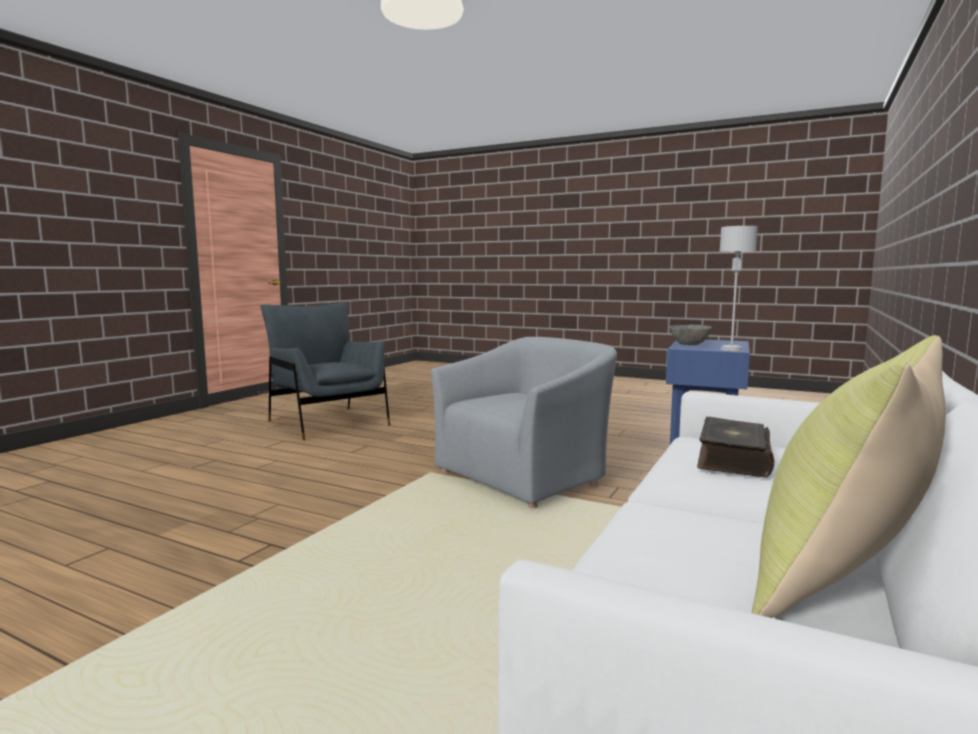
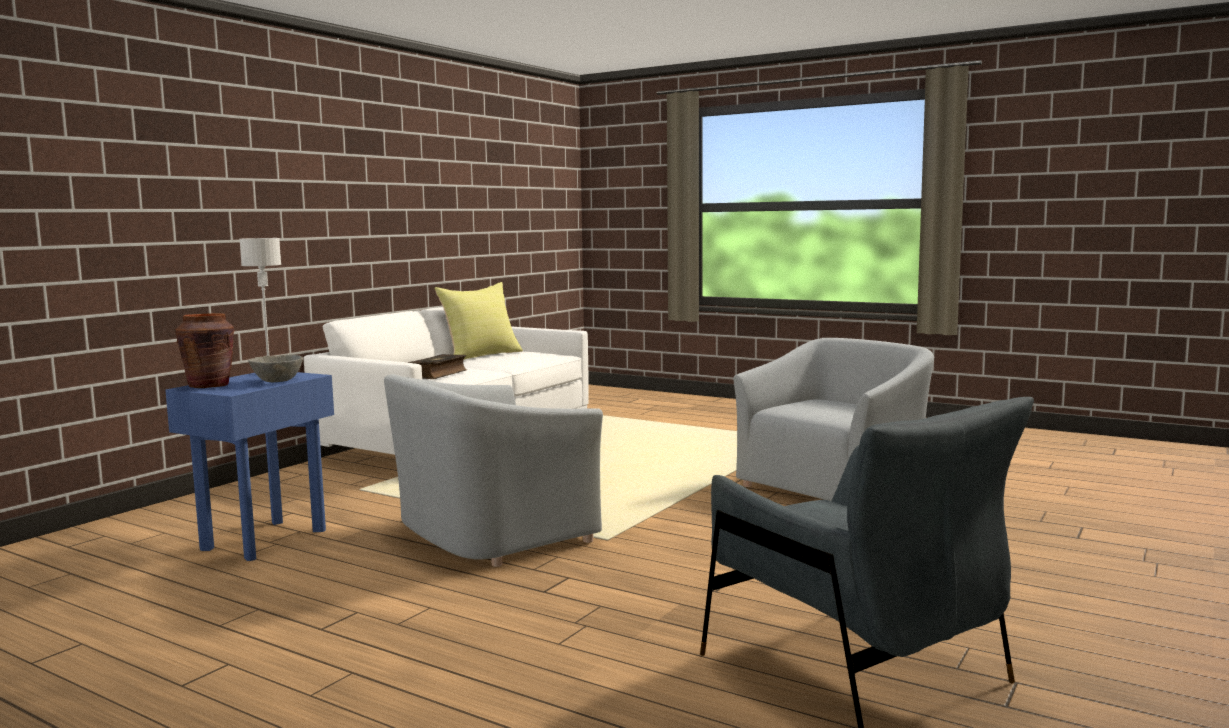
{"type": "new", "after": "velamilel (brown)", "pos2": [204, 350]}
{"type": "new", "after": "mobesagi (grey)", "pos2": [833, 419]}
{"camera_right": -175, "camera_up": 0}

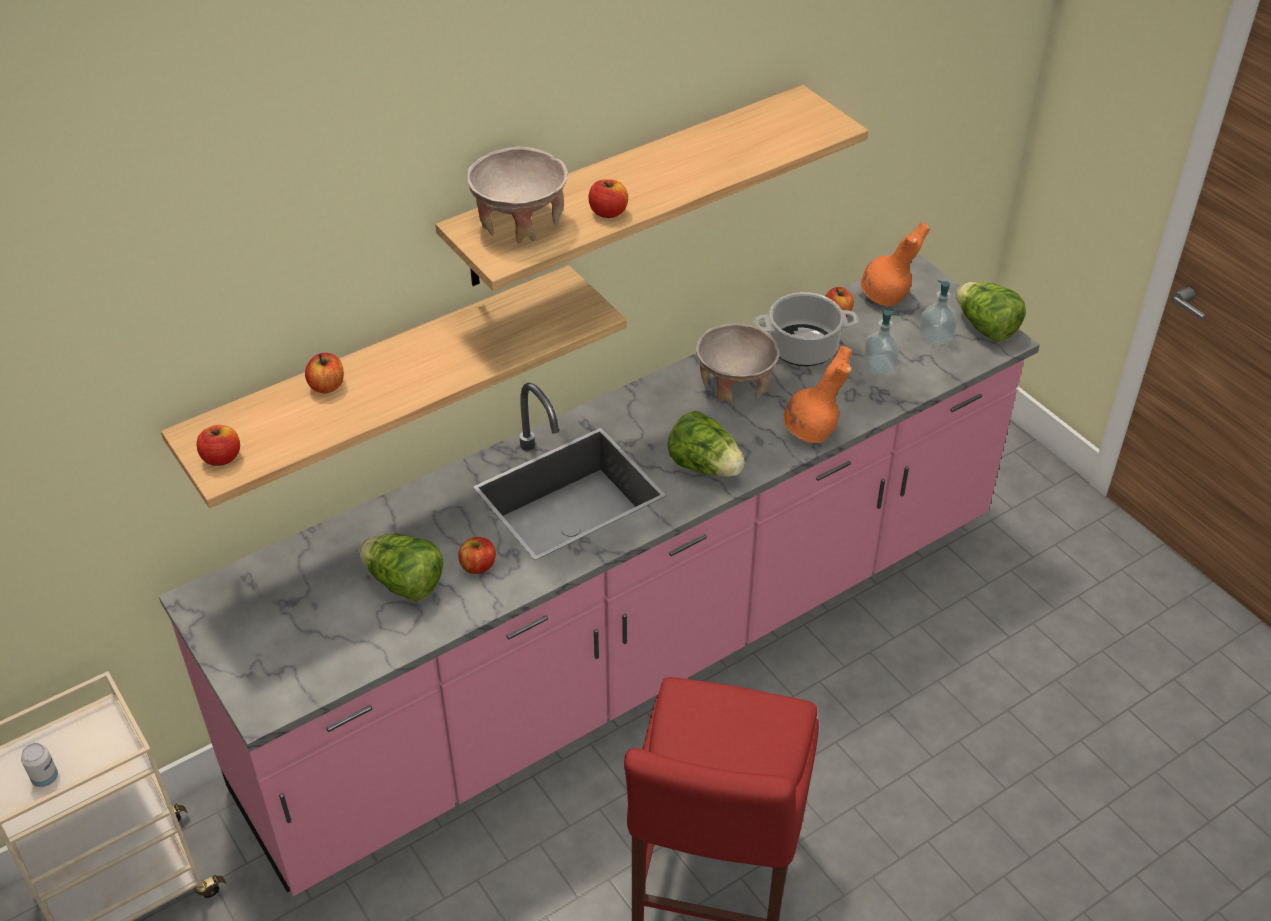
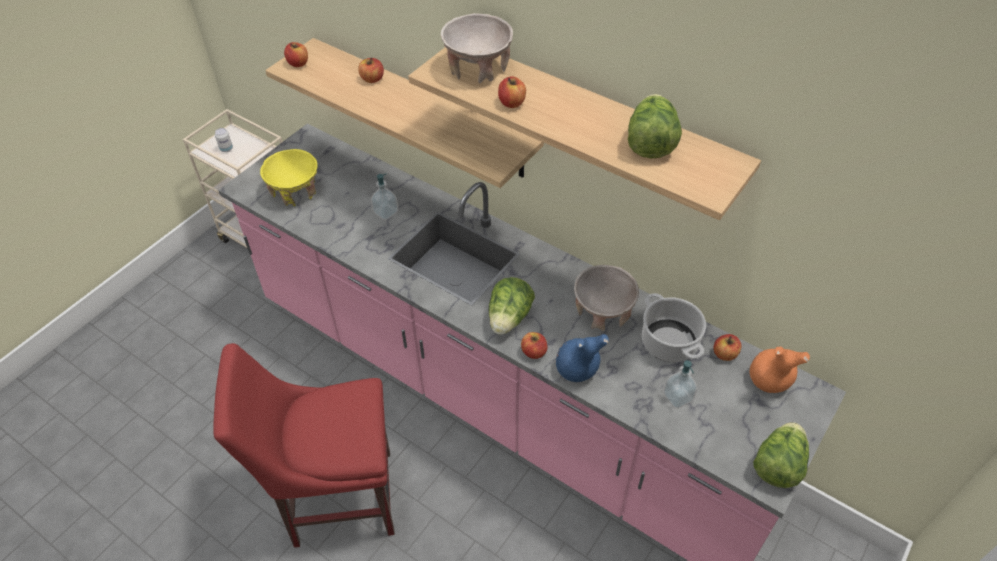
{"type": "shifted", "before": "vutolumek", "pos1": [938, 313], "pos2": [384, 196]}
{"type": "repainted", "before": "velamilel (orange)", "after": "velamilel (blue)", "pos1": [817, 394], "pos2": [582, 358]}
{"type": "shifted", "before": "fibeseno", "pos1": [401, 568], "pos2": [655, 126]}
{"type": "shifted", "before": "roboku", "pos1": [477, 555], "pos2": [534, 345]}
{"type": "new", "after": "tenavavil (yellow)", "pos2": [289, 177]}
{"camera_right": 70, "camera_up": 5}

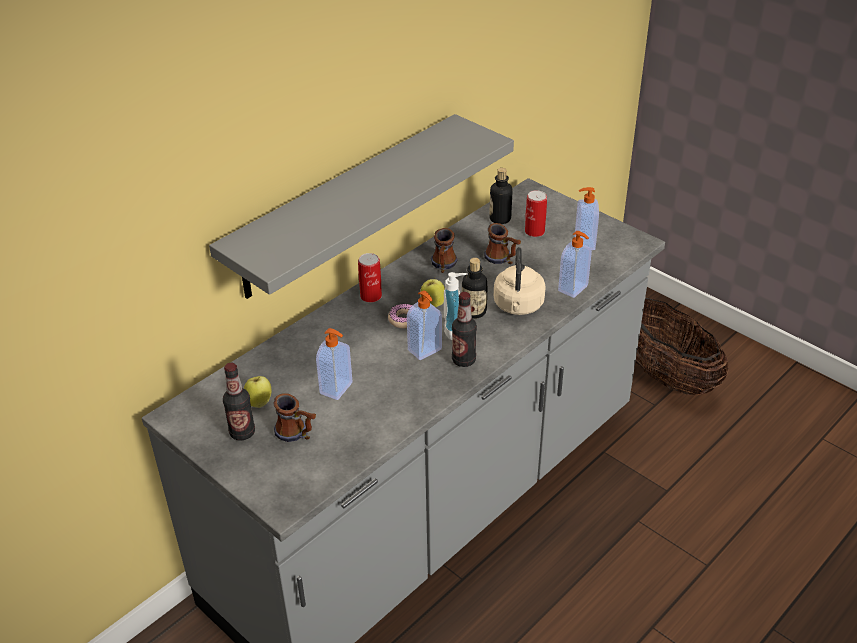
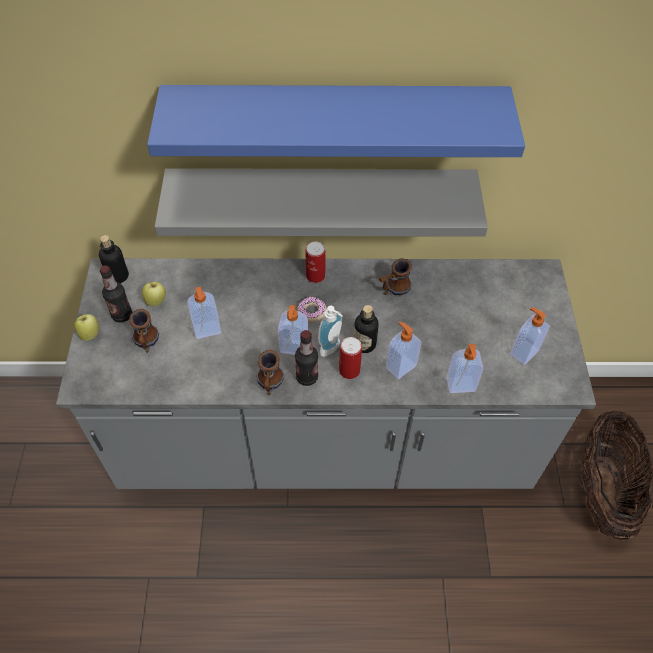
{"type": "shifted", "before": "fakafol", "pos1": [501, 196], "pos2": [114, 259]}
{"type": "shifted", "before": "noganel", "pos1": [536, 213], "pos2": [350, 358]}
{"type": "shifted", "before": "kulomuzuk", "pos1": [502, 243], "pos2": [270, 372]}
{"type": "swapped", "before": "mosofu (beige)", "after": "vutolumek", "pos1": [520, 281], "pos2": [403, 350]}
{"type": "shifted", "before": "roboku", "pos1": [433, 292], "pos2": [86, 327]}
{"type": "new", "after": "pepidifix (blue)", "pos2": [336, 121]}
{"camera_right": 45, "camera_up": 15}

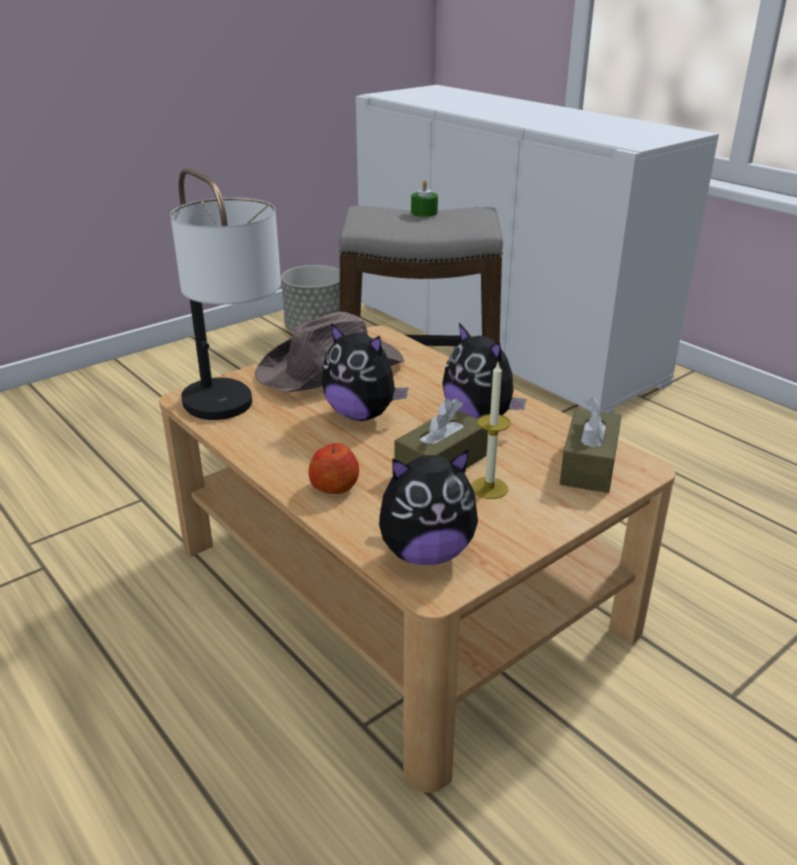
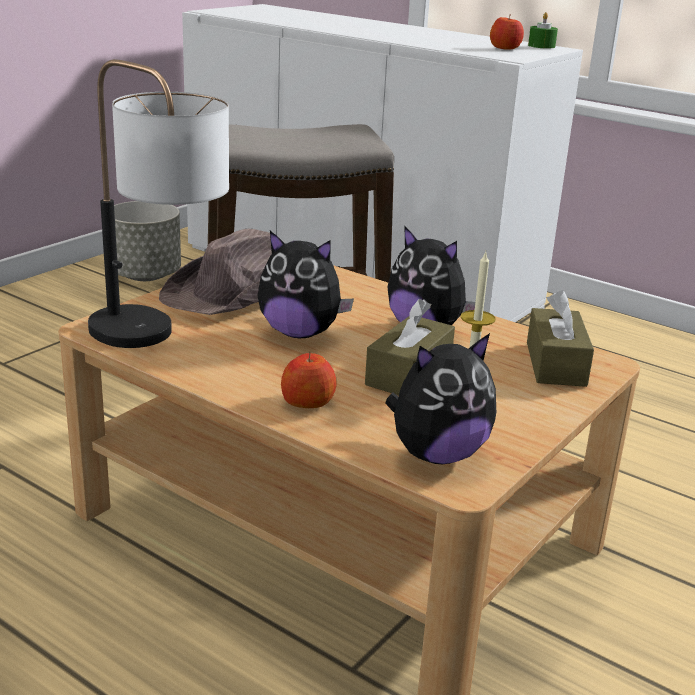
{"type": "shifted", "before": "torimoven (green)", "pos1": [424, 198], "pos2": [543, 30]}
{"type": "new", "after": "roboku", "pos2": [507, 32]}
{"camera_right": -15, "camera_up": -5}

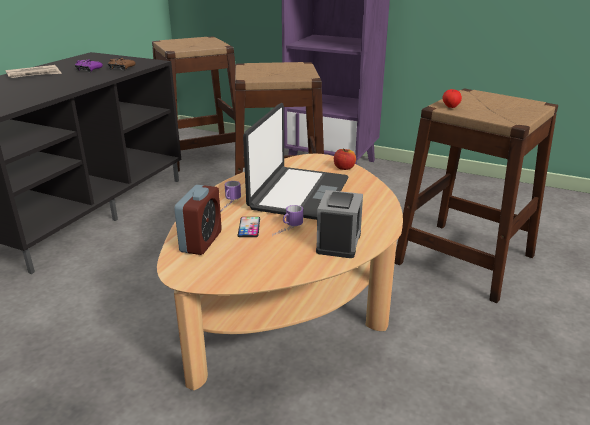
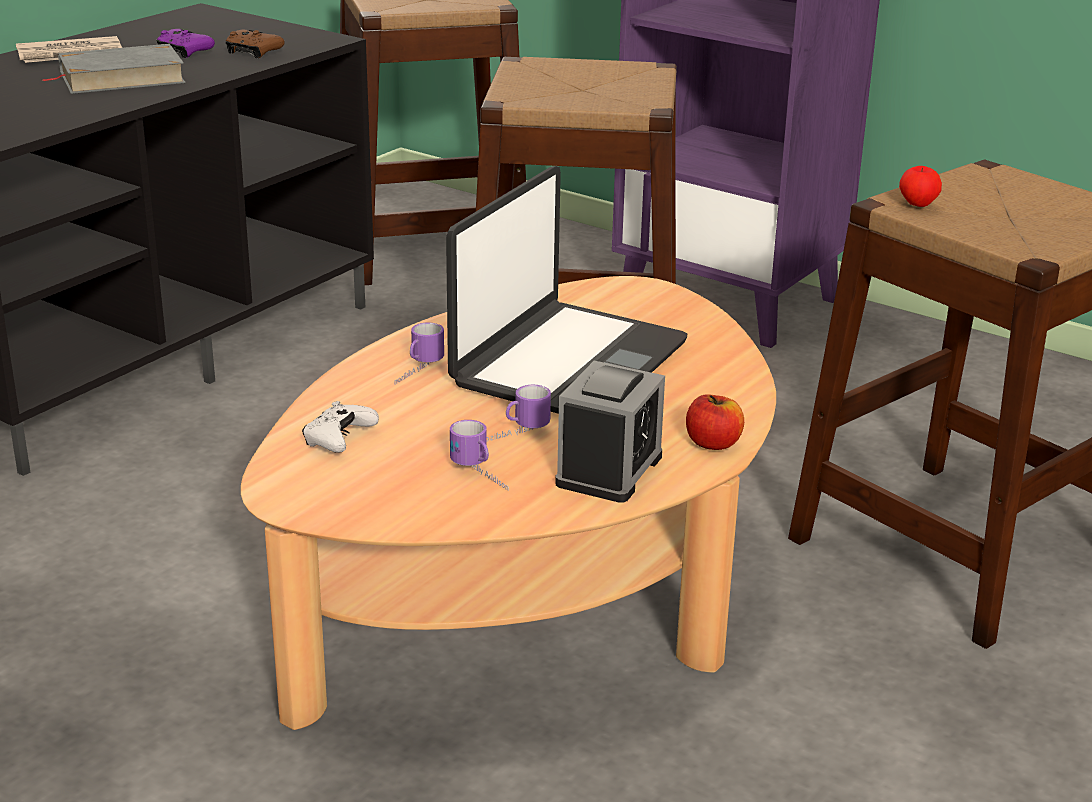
{"type": "shifted", "before": "roboku", "pos1": [345, 159], "pos2": [715, 422]}
{"type": "swapped", "before": "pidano", "after": "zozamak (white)", "pos1": [198, 220], "pos2": [340, 427]}
{"type": "gone", "before": "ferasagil", "pos1": [249, 227]}
{"type": "new", "after": "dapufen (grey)", "pos2": [113, 69]}
{"type": "new", "after": "kulomuzuk", "pos2": [479, 455]}
{"camera_right": 10, "camera_up": 0}

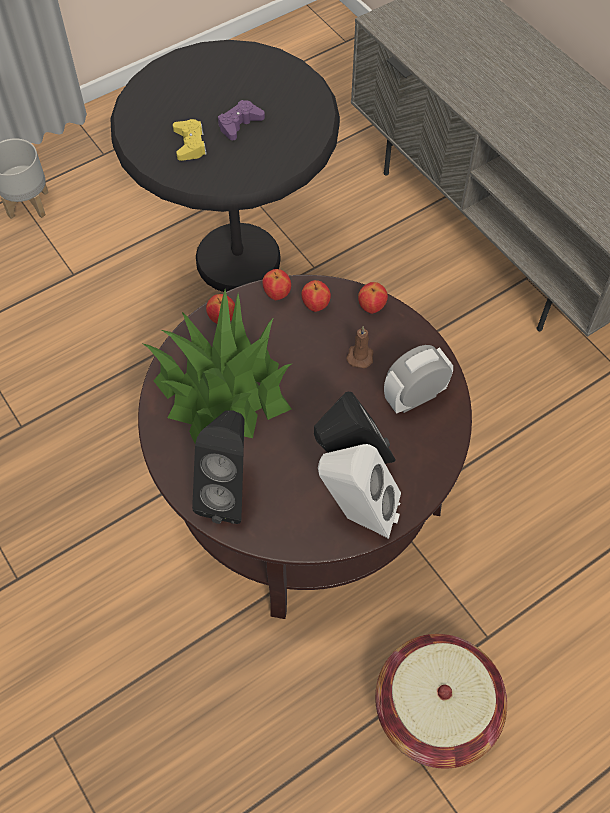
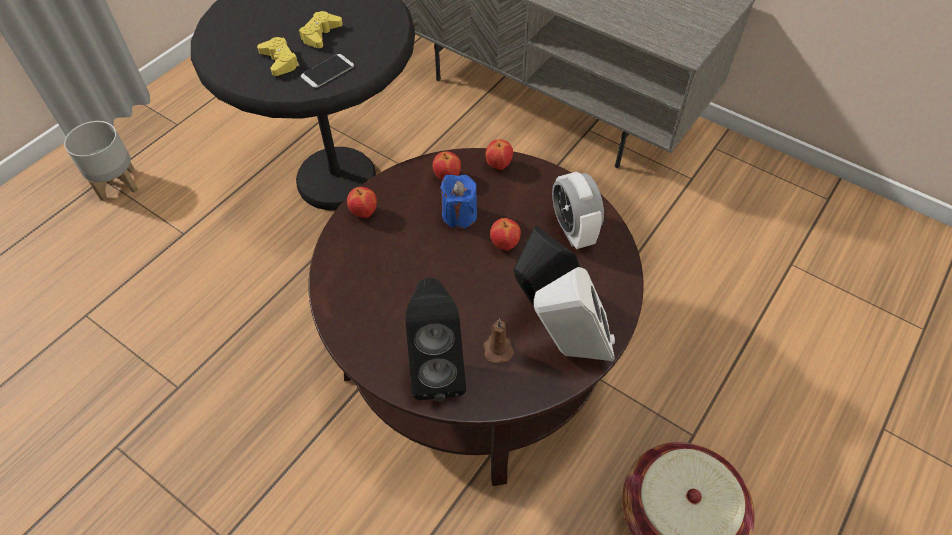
{"type": "repainted", "before": "zozamak (purple)", "after": "zozamak (yellow)", "pos1": [241, 120], "pos2": [321, 29]}
{"type": "shifted", "before": "roboku", "pos1": [276, 284], "pos2": [505, 234]}
{"type": "gone", "before": "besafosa", "pos1": [217, 366]}
{"type": "shifted", "before": "torimoven (brown)", "pos1": [359, 347], "pos2": [499, 341]}
{"type": "rotated", "before": "pidano", "pos1": [418, 379], "pos2": [578, 210], "turn": -60}
{"type": "new", "after": "ferasagil", "pos2": [327, 71]}
{"type": "new", "after": "torimoven (blue)", "pos2": [458, 202]}
{"camera_right": -20, "camera_up": -5}

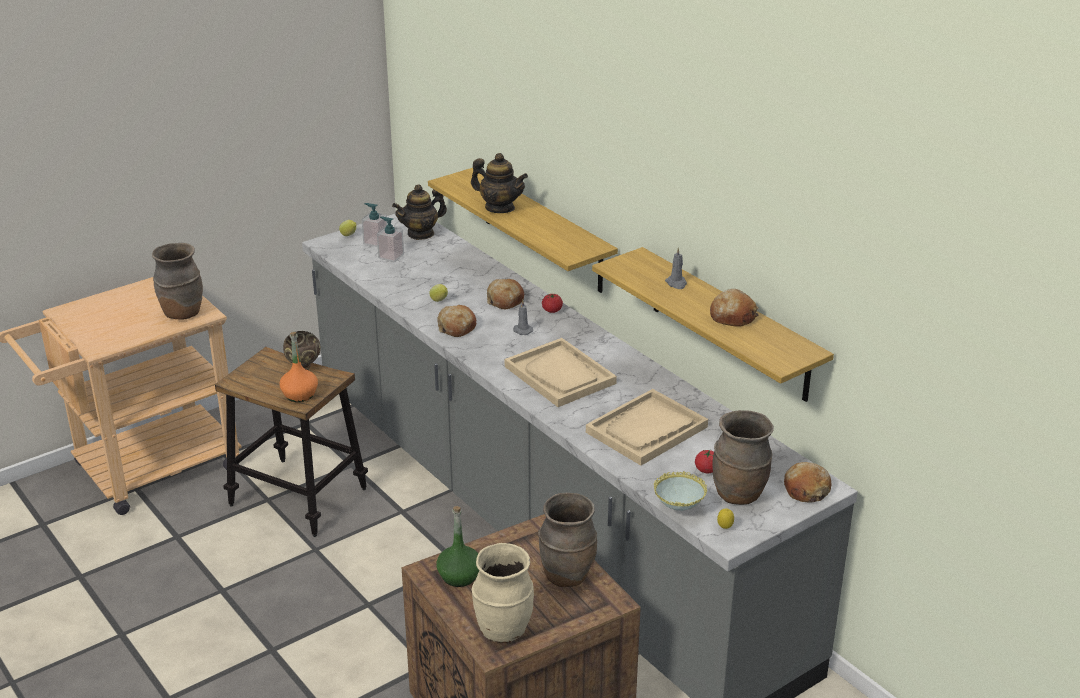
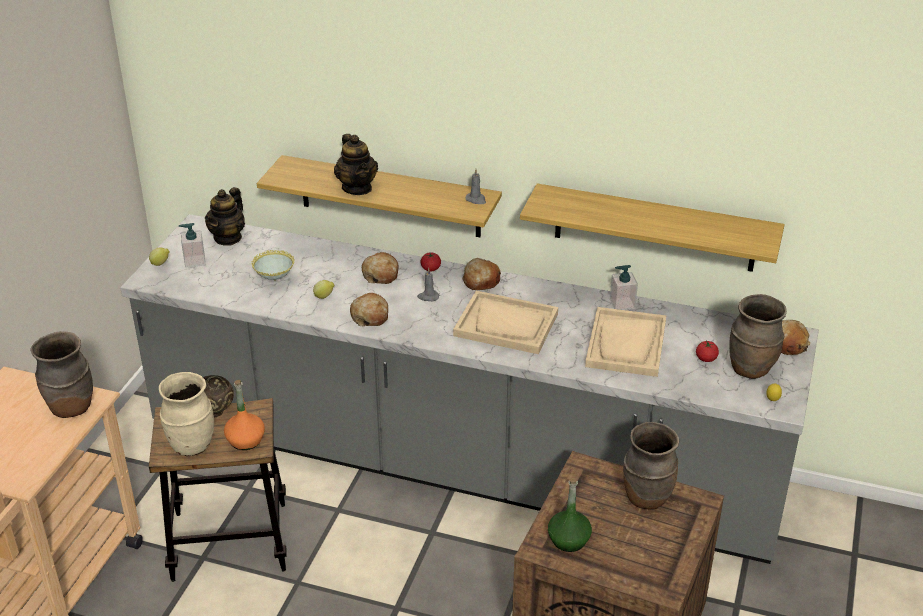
{"type": "rotated", "before": "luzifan", "pos1": [499, 183], "pos2": [356, 164], "turn": 75}
{"type": "shifted", "before": "vutolumek", "pos1": [390, 239], "pos2": [624, 287]}
{"type": "shifted", "before": "torimoven (grey)", "pos1": [676, 268], "pos2": [475, 186]}
{"type": "shifted", "before": "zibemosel", "pos1": [734, 308], "pos2": [481, 274]}
{"type": "shifted", "before": "tenavavil", "pos1": [680, 491], "pos2": [272, 265]}
{"type": "shifted", "before": "velamilel (beige)", "pos1": [503, 593], "pos2": [186, 414]}
{"camera_right": -35, "camera_up": 5}

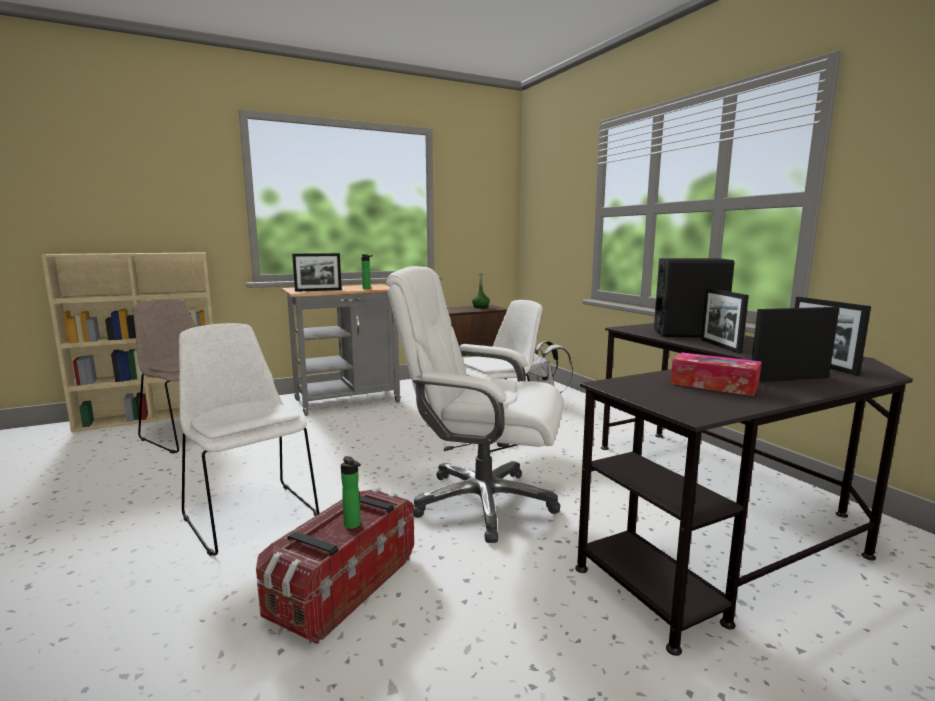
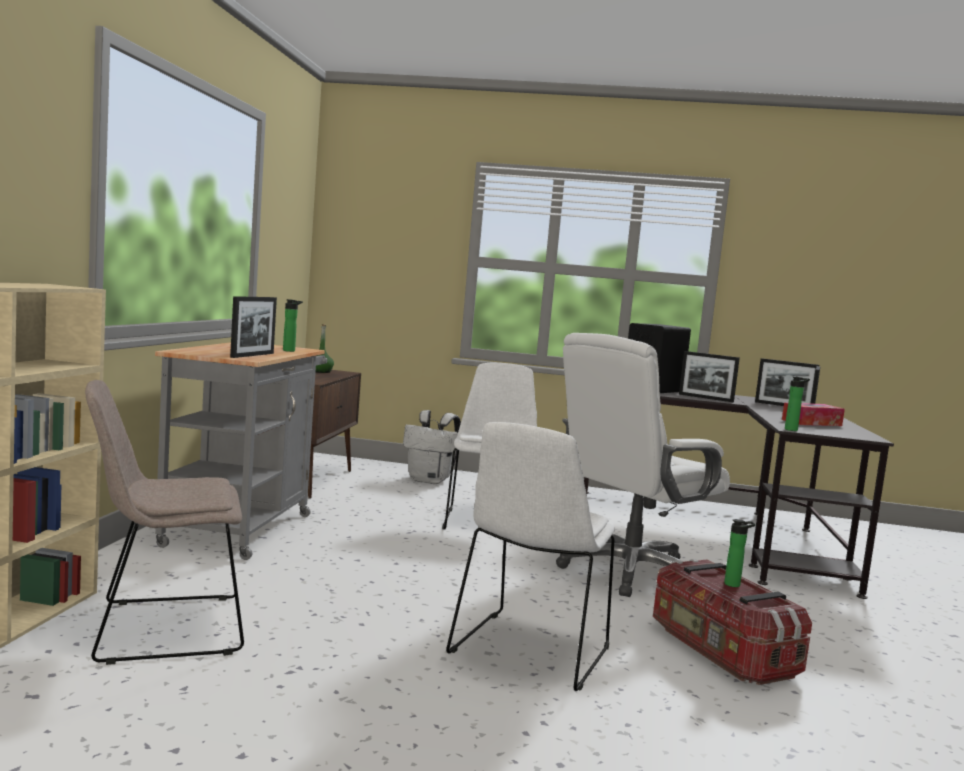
{"type": "rotated", "before": "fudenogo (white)", "pos1": [249, 439], "pos2": [530, 556], "turn": -60}
{"type": "new", "after": "fakafol", "pos2": [797, 403]}
{"camera_right": -55, "camera_up": -5}

